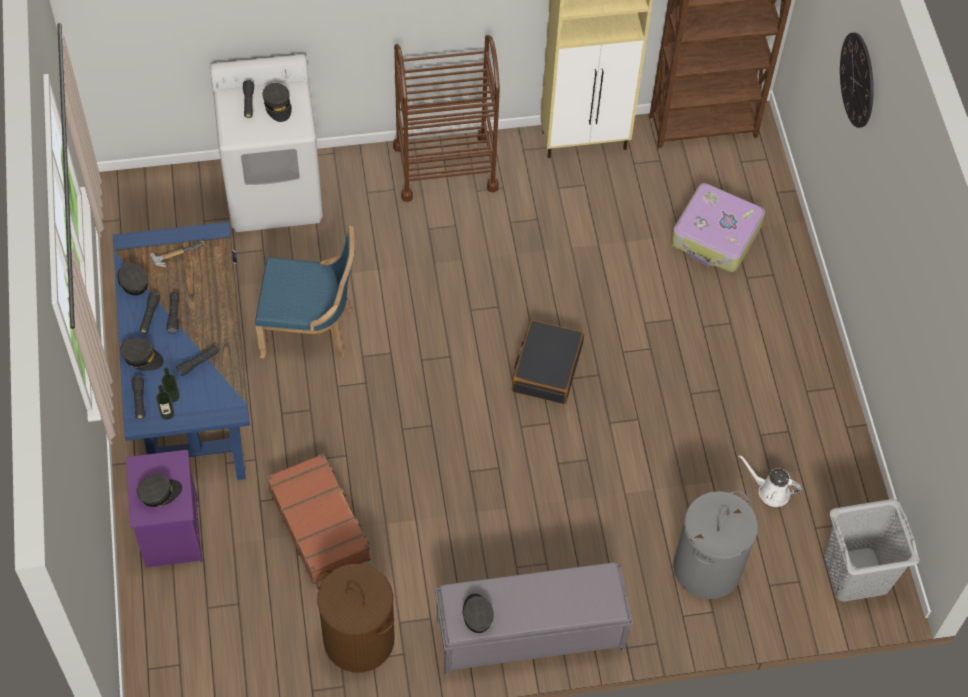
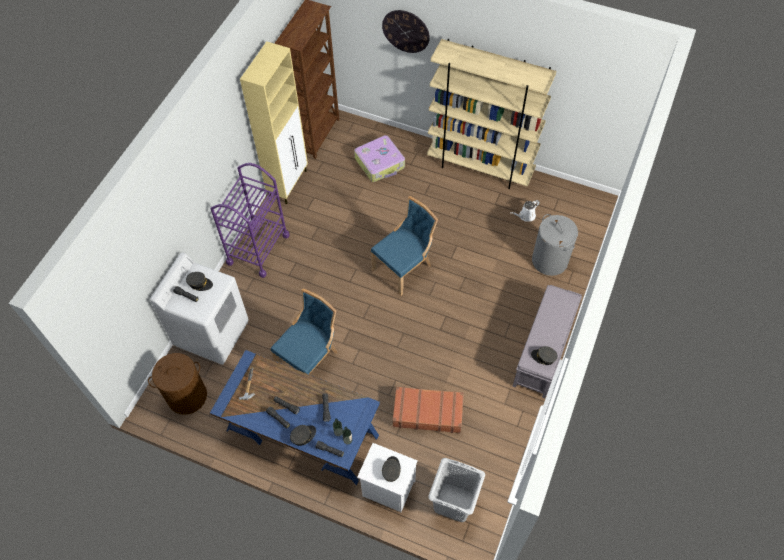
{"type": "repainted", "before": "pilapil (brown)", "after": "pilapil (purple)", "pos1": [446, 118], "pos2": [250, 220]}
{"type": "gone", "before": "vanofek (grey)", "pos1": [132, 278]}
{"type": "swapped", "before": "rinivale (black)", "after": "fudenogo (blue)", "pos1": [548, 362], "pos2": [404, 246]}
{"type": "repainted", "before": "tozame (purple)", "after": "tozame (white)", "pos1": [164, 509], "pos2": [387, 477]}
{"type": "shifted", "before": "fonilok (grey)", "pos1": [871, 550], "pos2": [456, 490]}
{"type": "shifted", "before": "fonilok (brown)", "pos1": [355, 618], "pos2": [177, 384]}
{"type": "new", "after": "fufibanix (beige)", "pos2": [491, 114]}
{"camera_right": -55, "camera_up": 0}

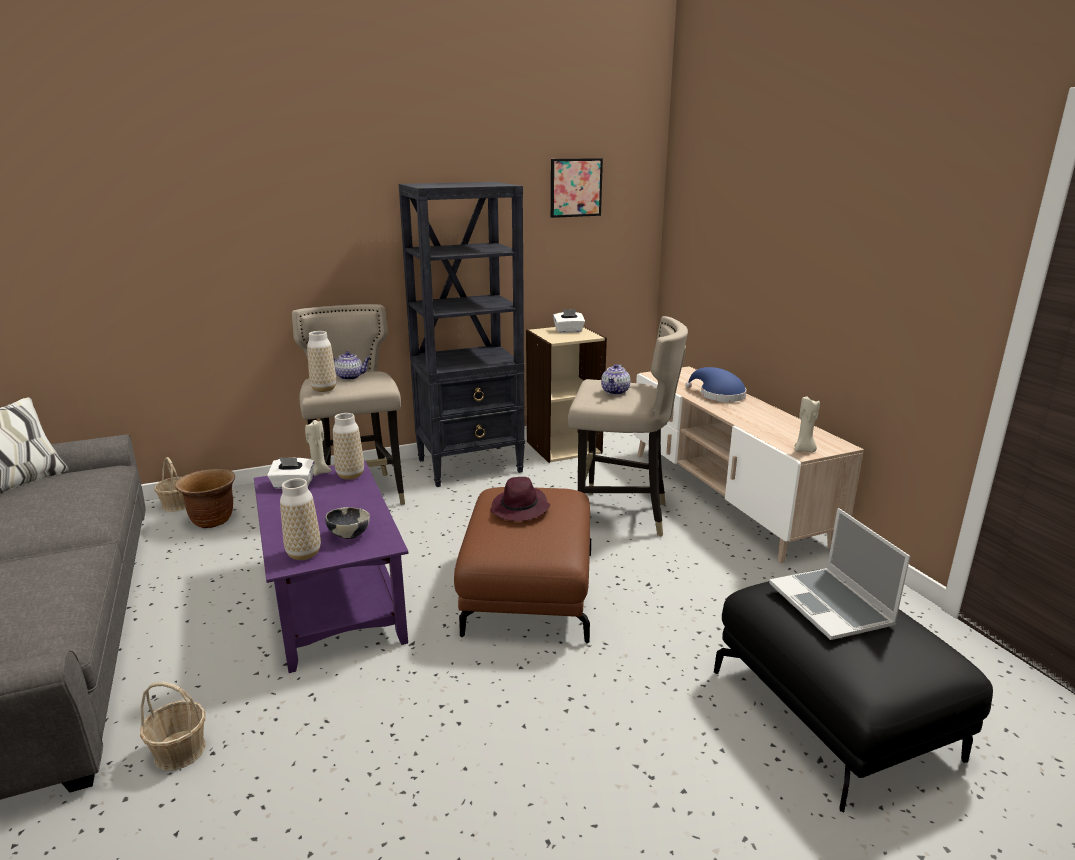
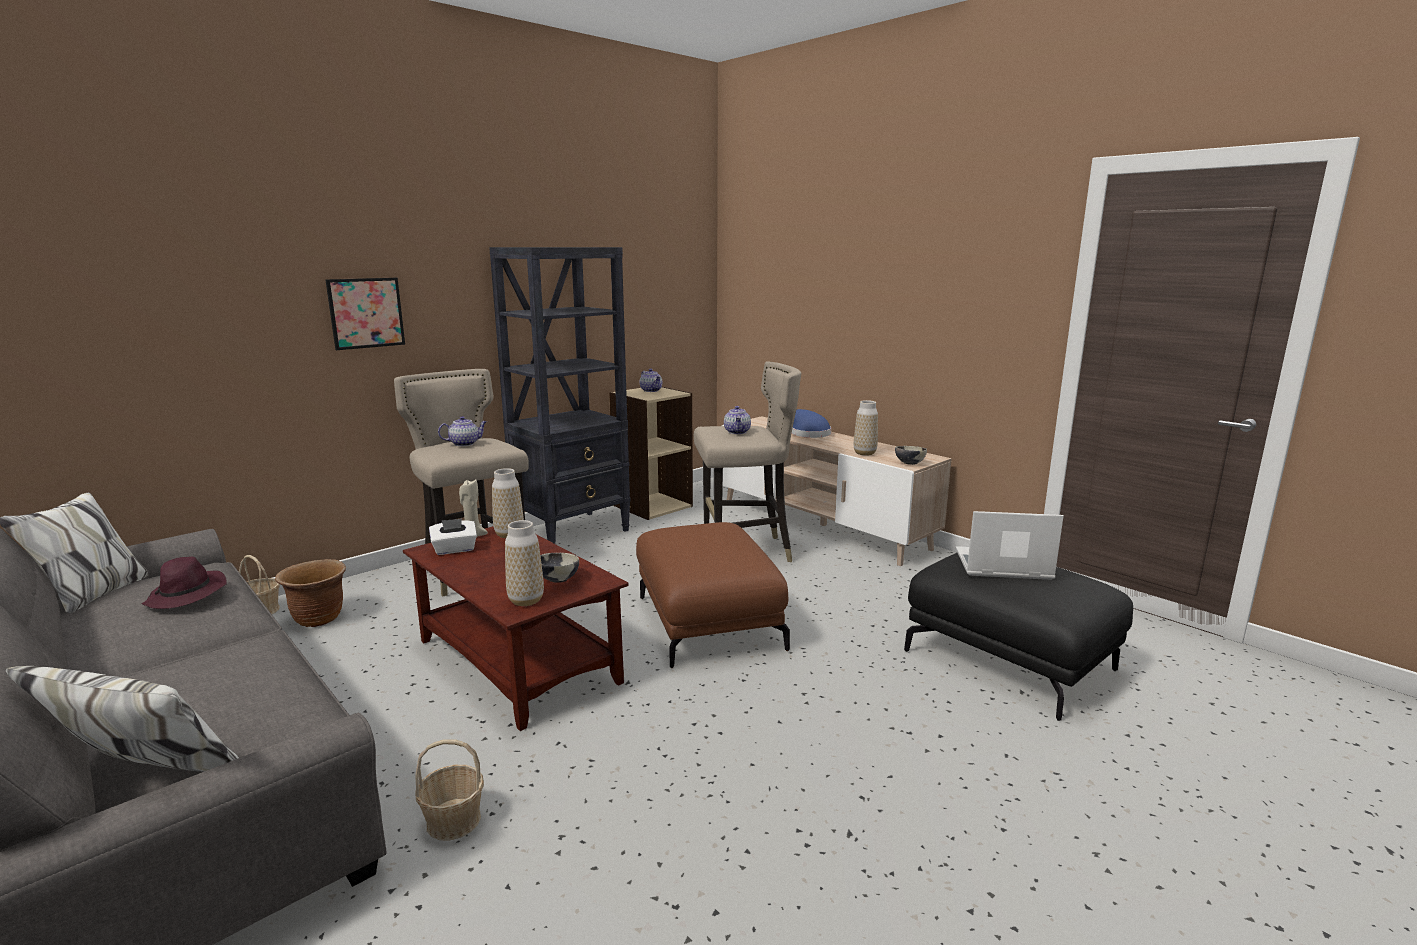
{"type": "shifted", "before": "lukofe", "pos1": [577, 188], "pos2": [365, 314]}
{"type": "swapped", "before": "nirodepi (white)", "after": "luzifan", "pos1": [569, 321], "pos2": [651, 380]}
{"type": "shifted", "before": "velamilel", "pos1": [321, 361], "pos2": [866, 427]}
{"type": "swapped", "before": "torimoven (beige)", "after": "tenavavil", "pos1": [807, 424], "pos2": [911, 455]}
{"type": "repainted", "before": "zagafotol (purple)", "after": "zagafotol (brown)", "pos1": [331, 566], "pos2": [515, 628]}
{"type": "shifted", "before": "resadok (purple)", "pos1": [520, 499], "pos2": [184, 583]}
{"type": "rotated", "before": "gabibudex", "pos1": [839, 574], "pos2": [1010, 545], "turn": 135}
{"camera_right": -20, "camera_up": -5}

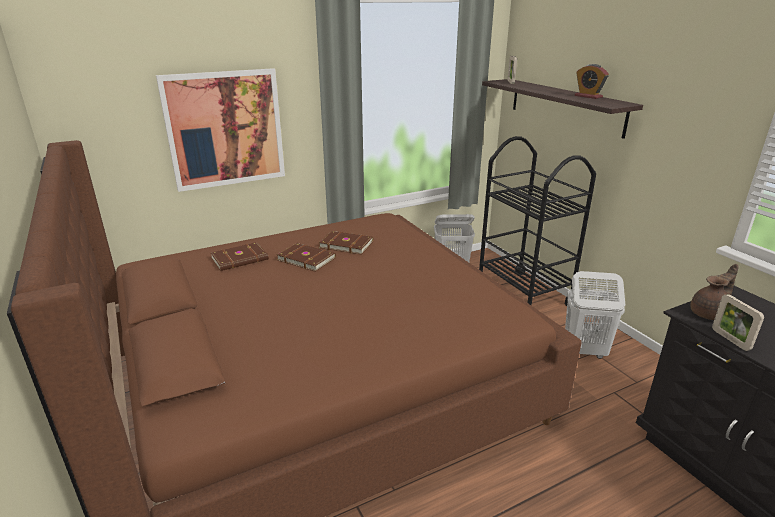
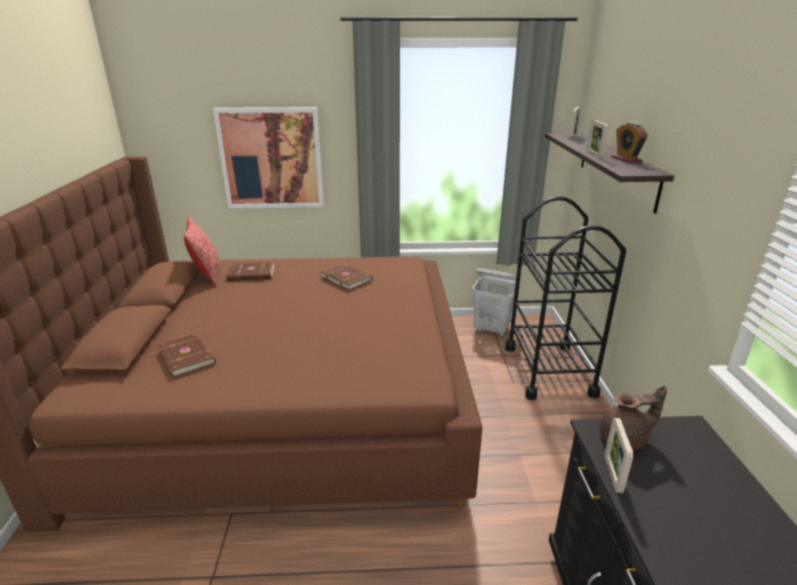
{"type": "shifted", "before": "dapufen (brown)", "pos1": [306, 257], "pos2": [187, 355]}
{"type": "gone", "before": "fonilok (white)", "pos1": [595, 315]}
{"type": "new", "after": "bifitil", "pos2": [597, 139]}
{"type": "new", "after": "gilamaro", "pos2": [202, 251]}
{"camera_right": 25, "camera_up": 0}

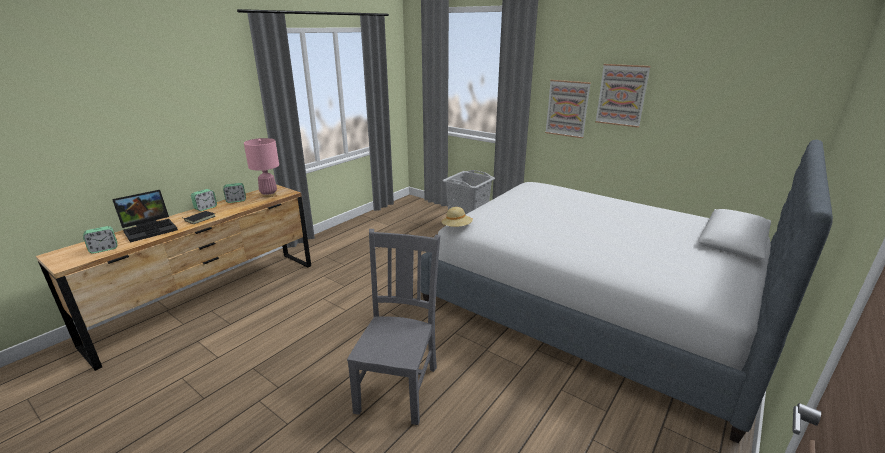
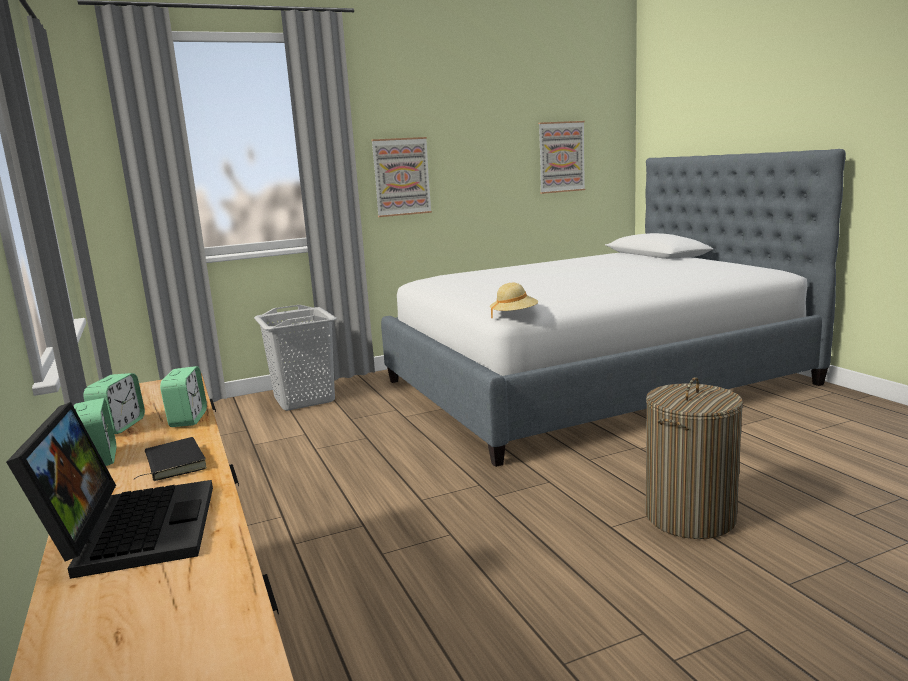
{"type": "shifted", "before": "lukofe", "pos1": [623, 96], "pos2": [561, 157]}
{"type": "gone", "before": "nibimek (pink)", "pos1": [261, 167]}
{"type": "shifted", "before": "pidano", "pos1": [100, 240], "pos2": [183, 396]}
{"type": "swapped", "before": "fudenogo (grey)", "after": "fonilok", "pos1": [393, 327], "pos2": [694, 458]}
{"camera_right": -60, "camera_up": -10}

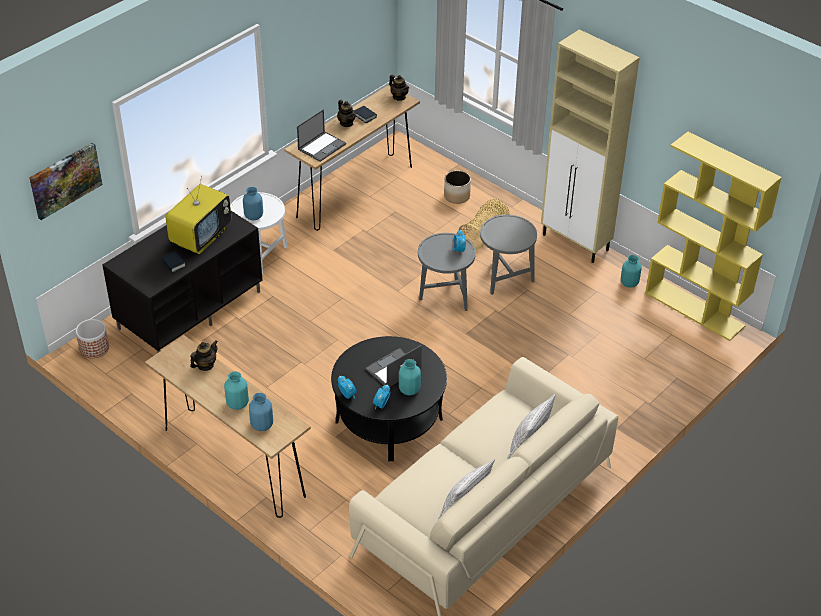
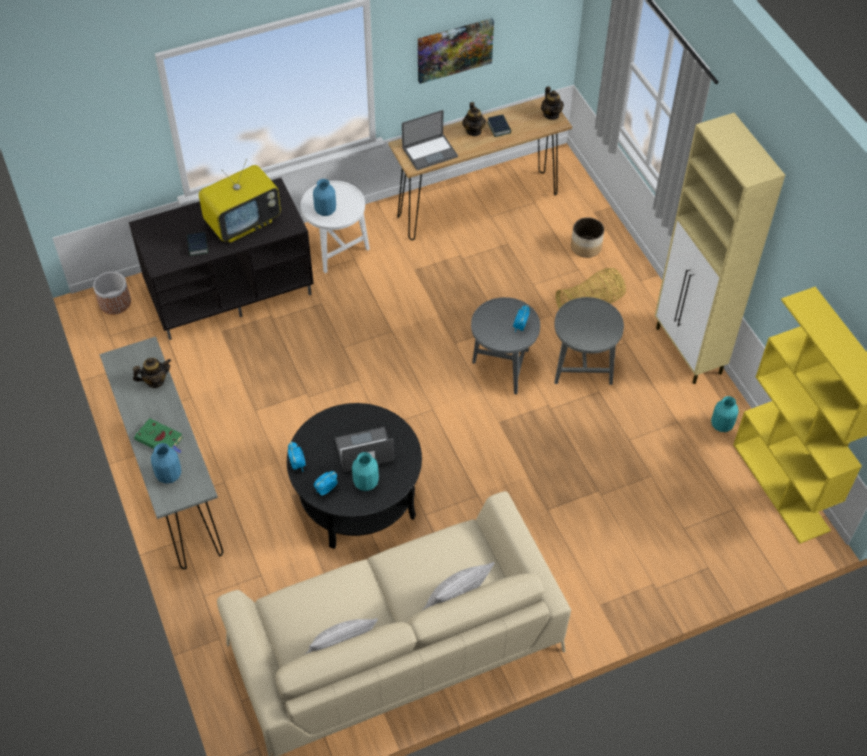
{"type": "shifted", "before": "lukofe", "pos1": [66, 181], "pos2": [456, 51]}
{"type": "repainted", "before": "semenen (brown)", "after": "semenen (grey)", "pos1": [228, 426], "pos2": [161, 453]}
{"type": "swapped", "before": "velamilel (turquoise)", "after": "dapufen (green)", "pos1": [236, 390], "pos2": [158, 435]}
{"camera_right": 25, "camera_up": 10}

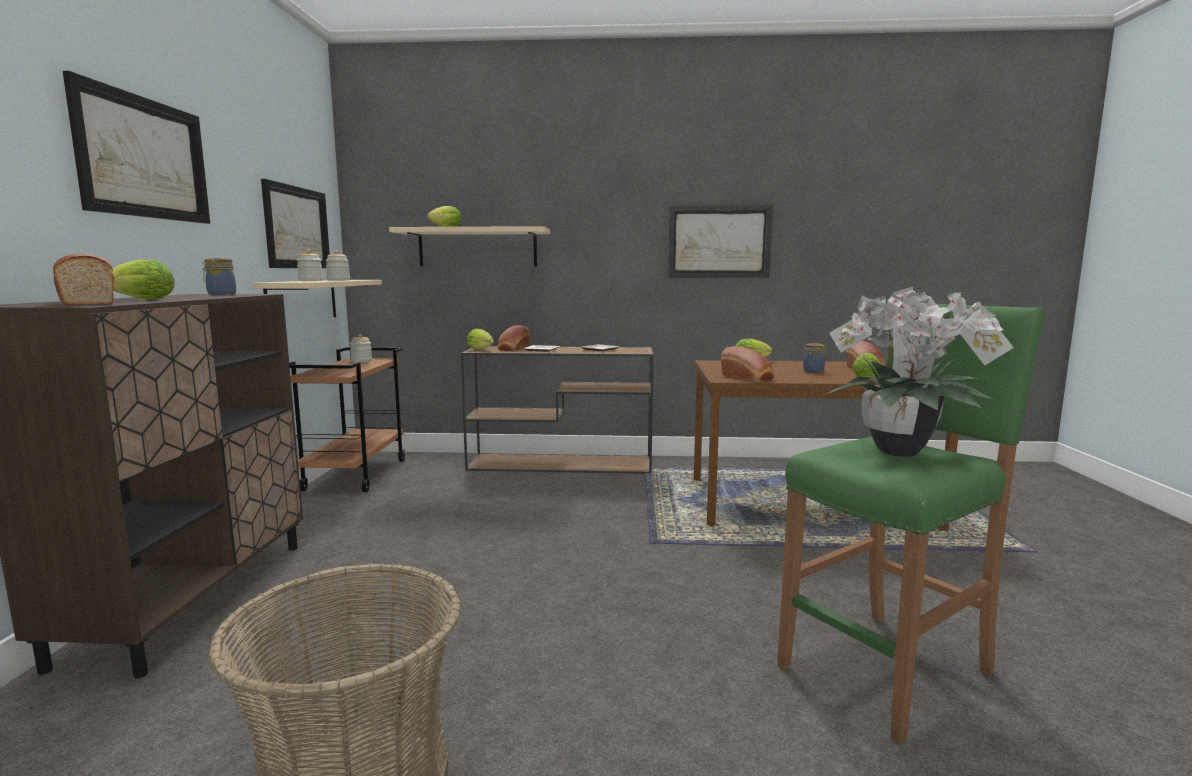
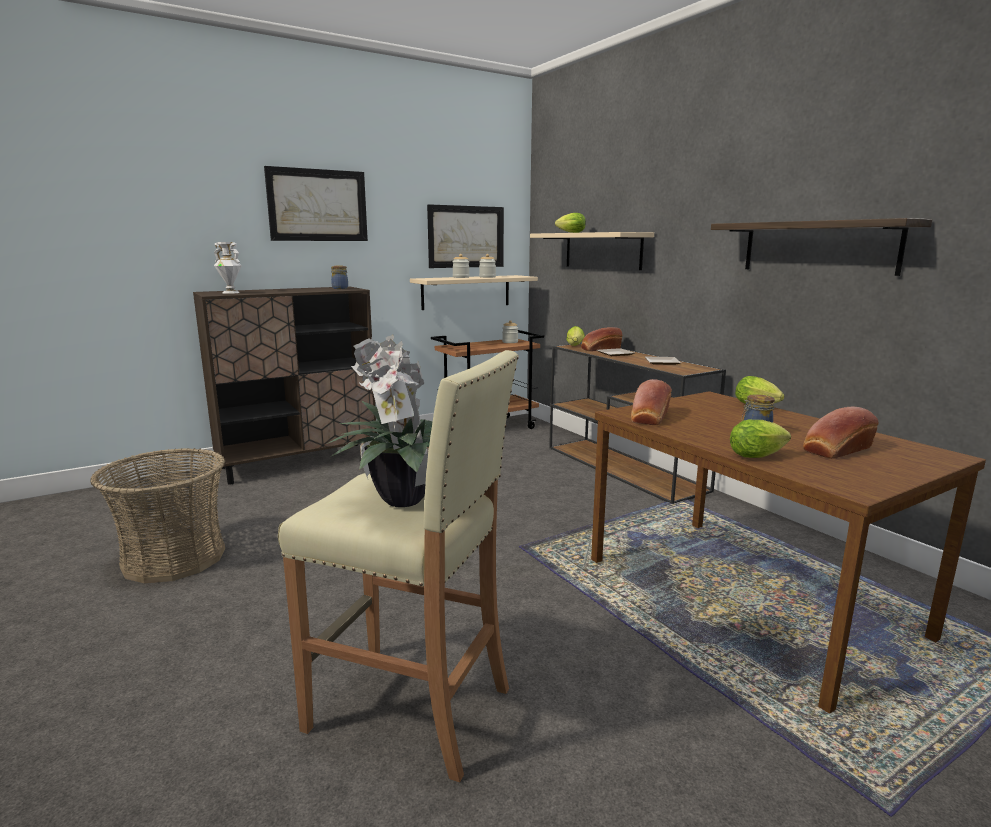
{"type": "swapped", "before": "lukofe", "after": "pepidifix", "pos1": [720, 241], "pos2": [821, 247]}
{"type": "swapped", "before": "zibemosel", "after": "velamilel (white)", "pos1": [83, 279], "pos2": [228, 268]}
{"type": "gone", "before": "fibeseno", "pos1": [143, 280]}
{"type": "repainted", "before": "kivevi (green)", "after": "kivevi (beige)", "pos1": [911, 524], "pos2": [398, 566]}
{"camera_right": 55, "camera_up": 5}

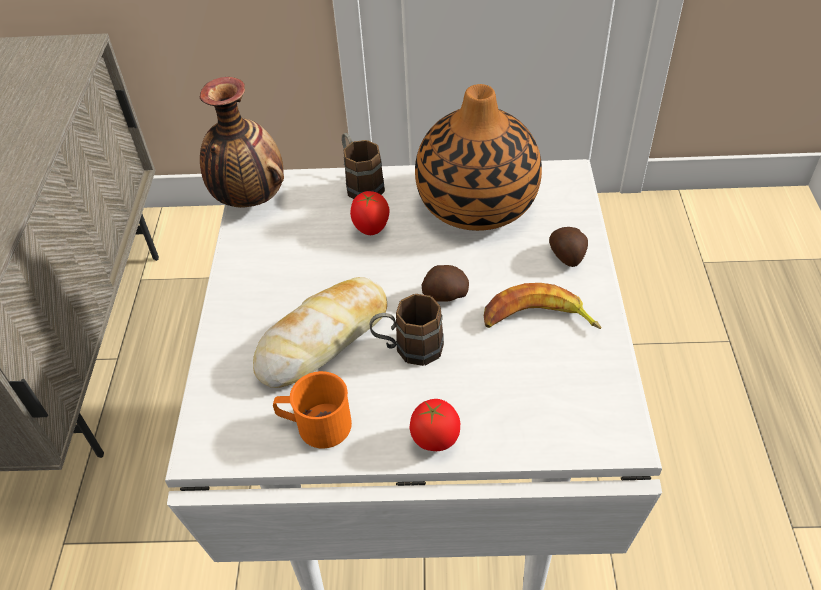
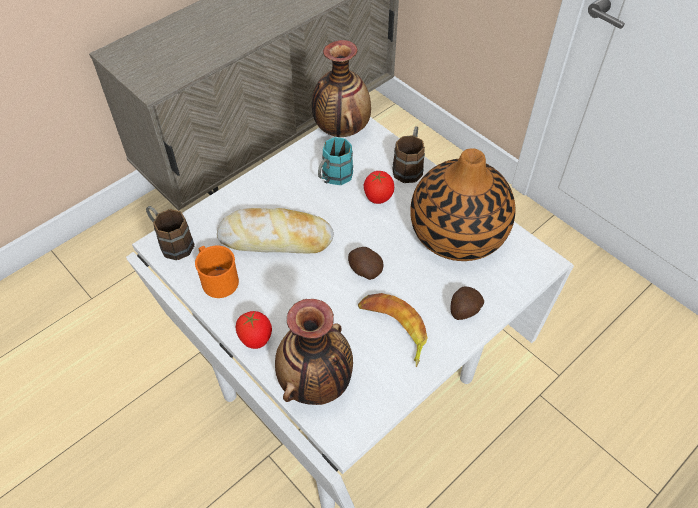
{"type": "shifted", "before": "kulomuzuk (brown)", "pos1": [407, 330], "pos2": [170, 233]}
{"type": "new", "after": "kulomuzuk (turquoise)", "pos2": [335, 161]}
{"type": "new", "after": "velamilel", "pos2": [314, 352]}
{"camera_right": 45, "camera_up": 5}

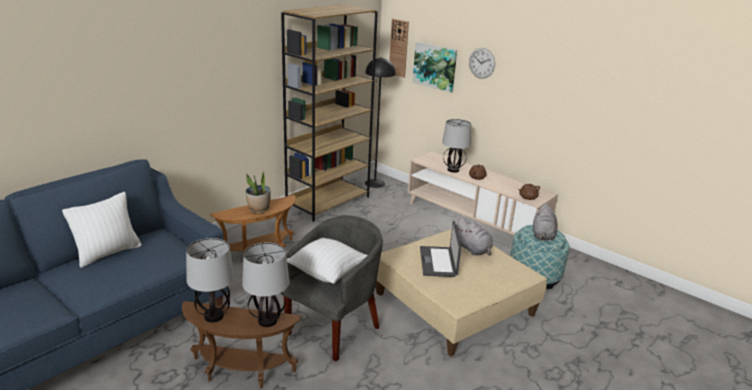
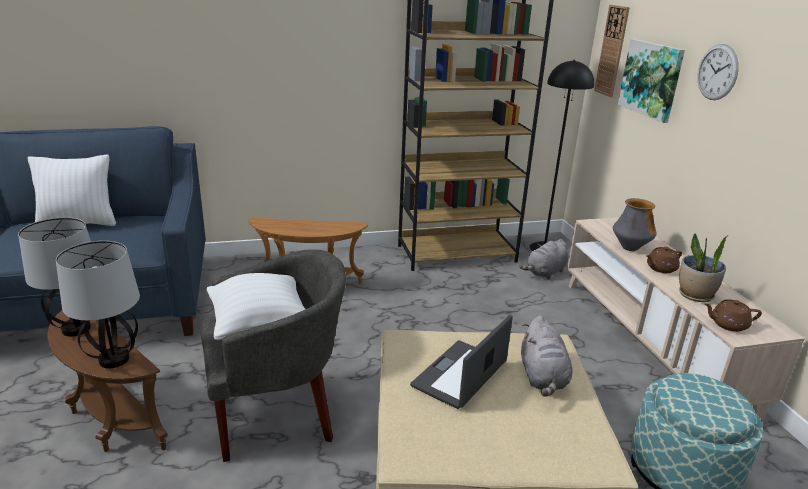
{"type": "swapped", "before": "nibimek", "after": "velamilel", "pos1": [456, 146], "pos2": [634, 224]}
{"type": "shifted", "before": "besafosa", "pos1": [258, 192], "pos2": [703, 267]}
{"type": "shifted", "before": "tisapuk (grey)", "pos1": [545, 222], "pos2": [543, 259]}
{"camera_right": 35, "camera_up": 0}

